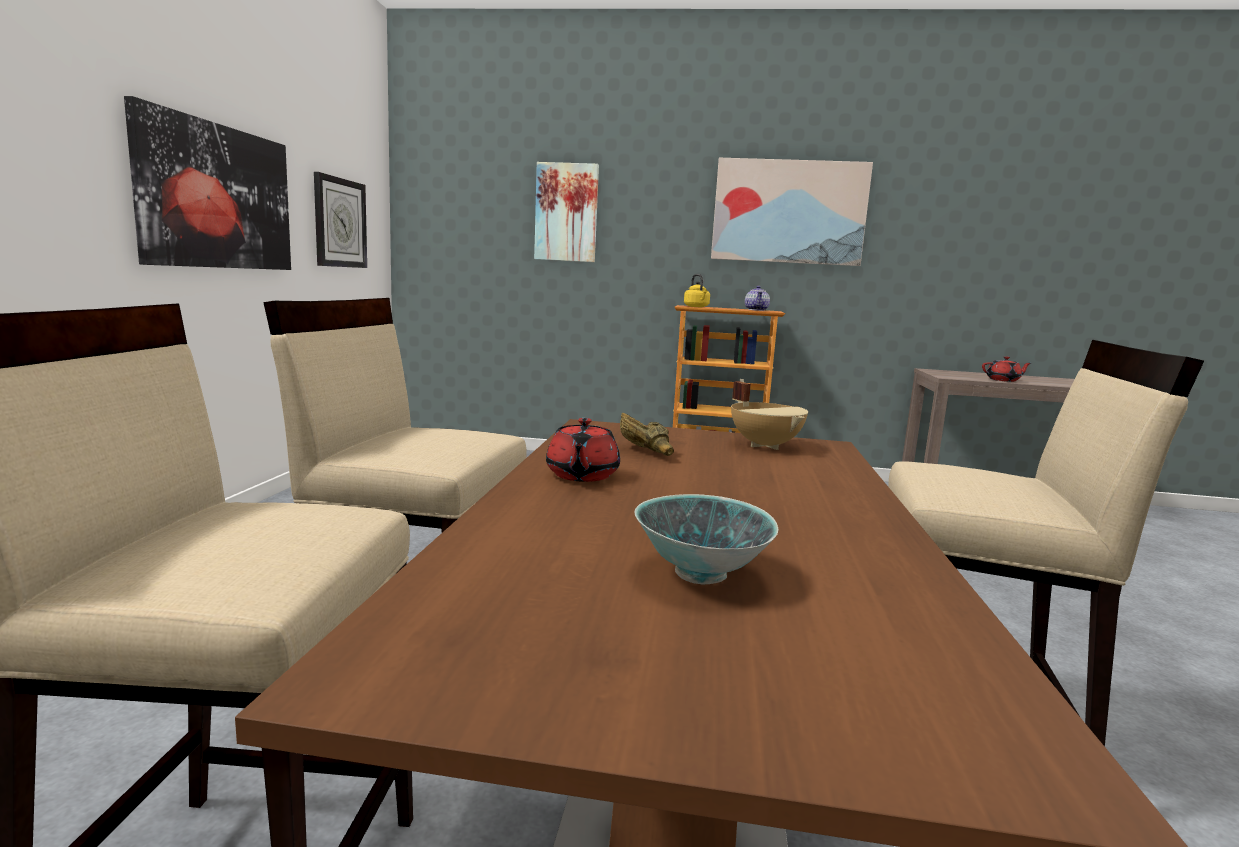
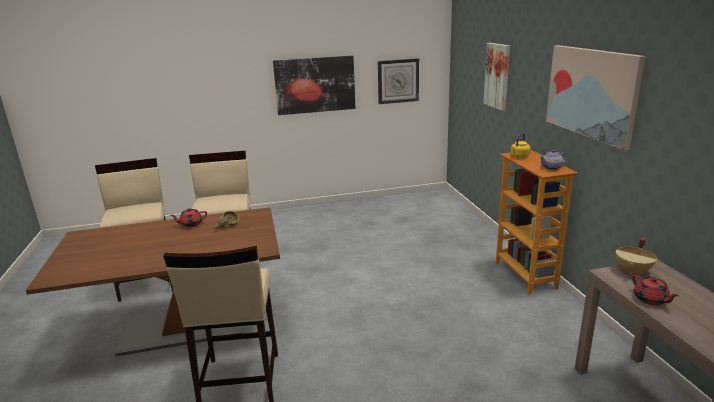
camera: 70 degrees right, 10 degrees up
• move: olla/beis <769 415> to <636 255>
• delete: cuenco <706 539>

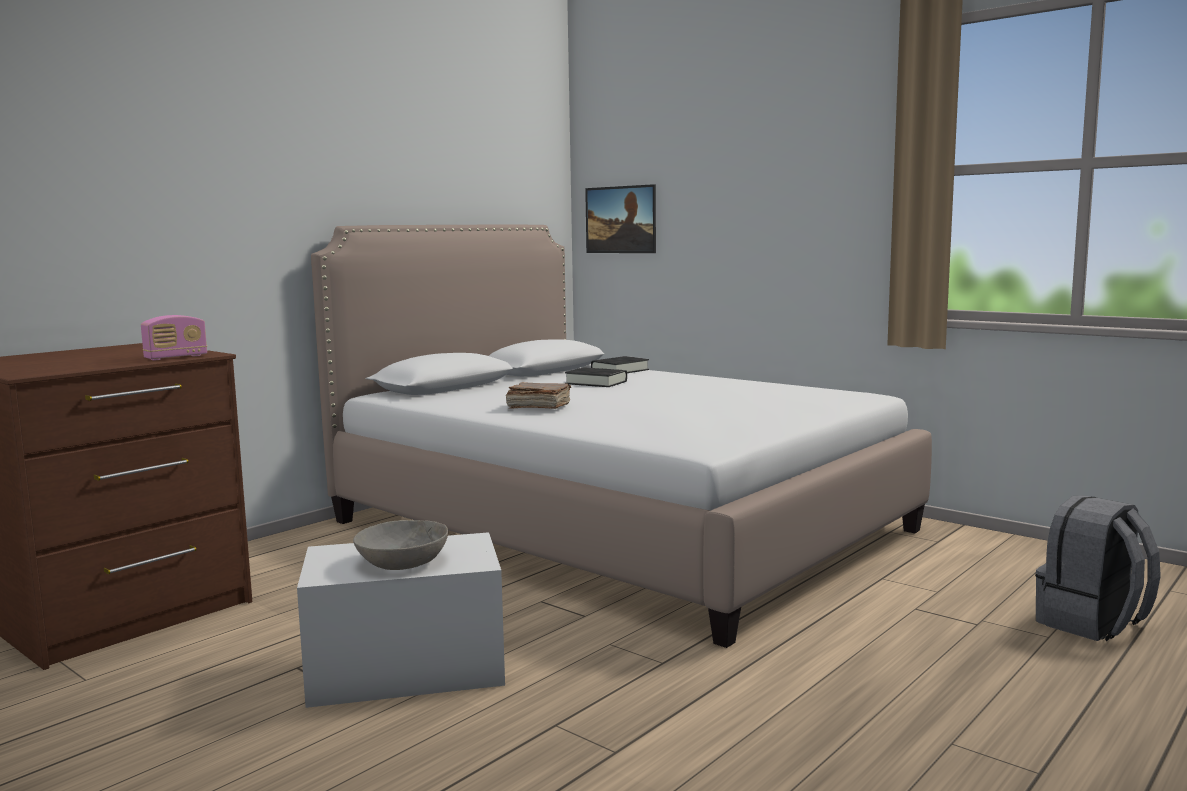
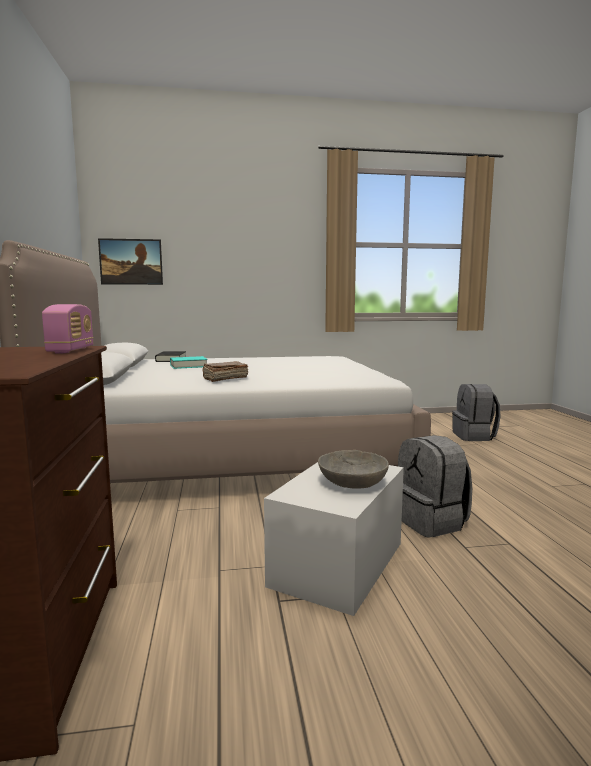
camera: 50 degrees left, 0 degrees up
• recolor: libro/negro <596 377> to libro/turquesa <189 362>
• insert: mochila/gris <435 486>

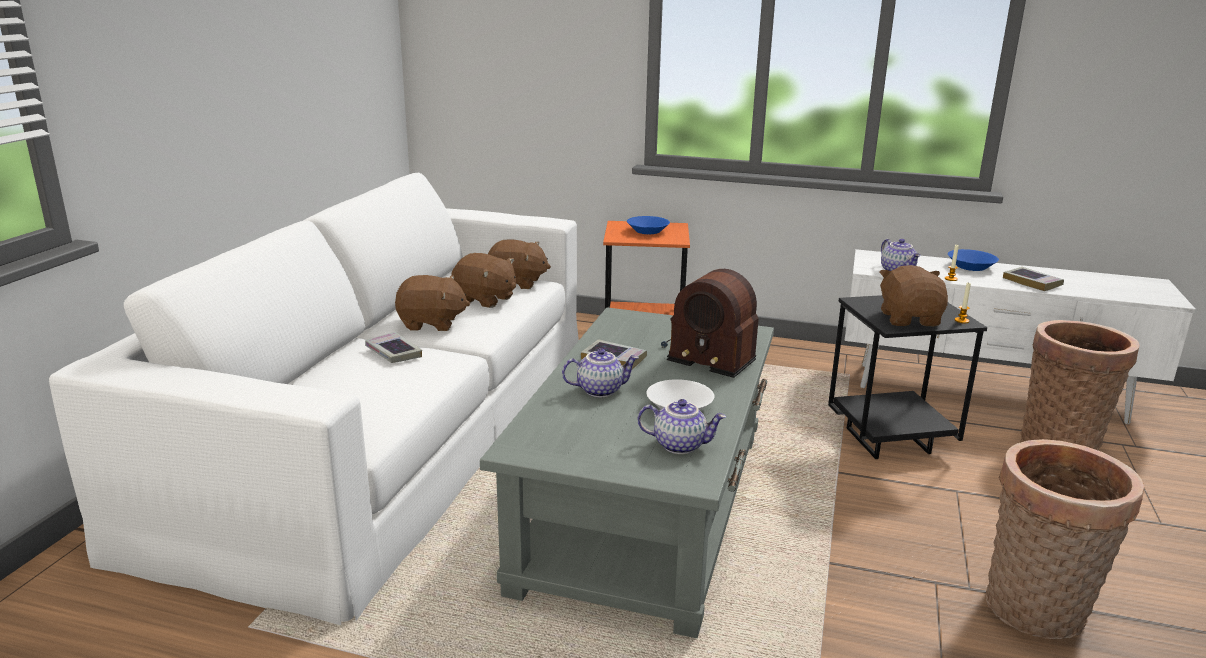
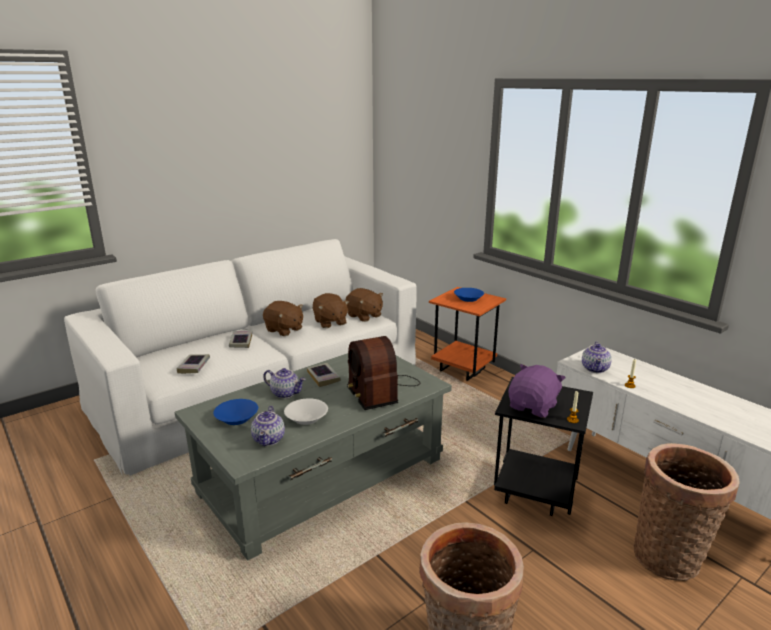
camera: 35 degrees right, 0 degrees up
• move: libro <1033 279> to <193 364>
• move: cuenco/azul <973 260> to <235 412>
• rotate: tetera <682 426> = <268 426> 45 degrees clockwise
• recolor: peluche/marrón <914 296> to peluche/morado <536 391>

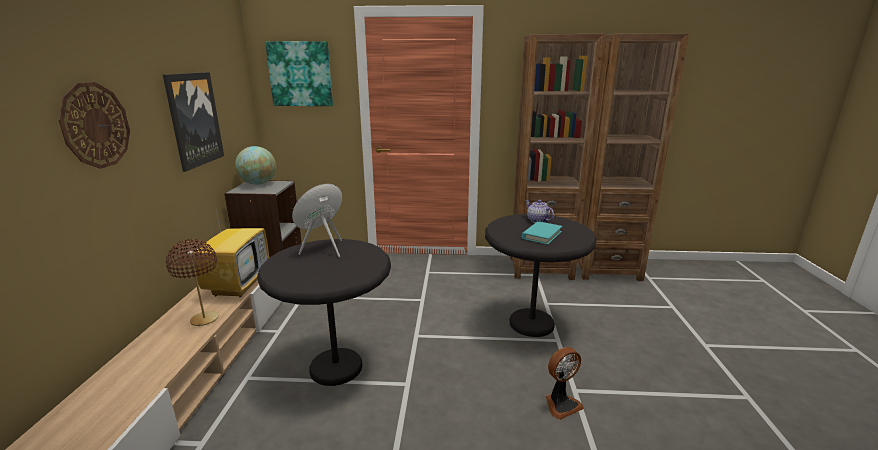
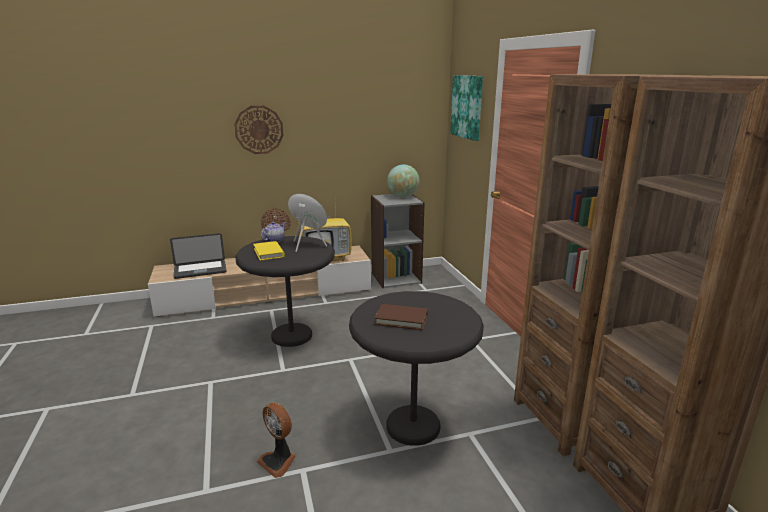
camera: 70 degrees right, 0 degrees up
• insert: portátil <198 256>
• insert: libro/amarillo <269 251>
• move: tetera <539 211> to <273 232>
• recolor: libro/turquesa <541 233> to libro/marrón <401 317>
• delete: cuadro <193 122>

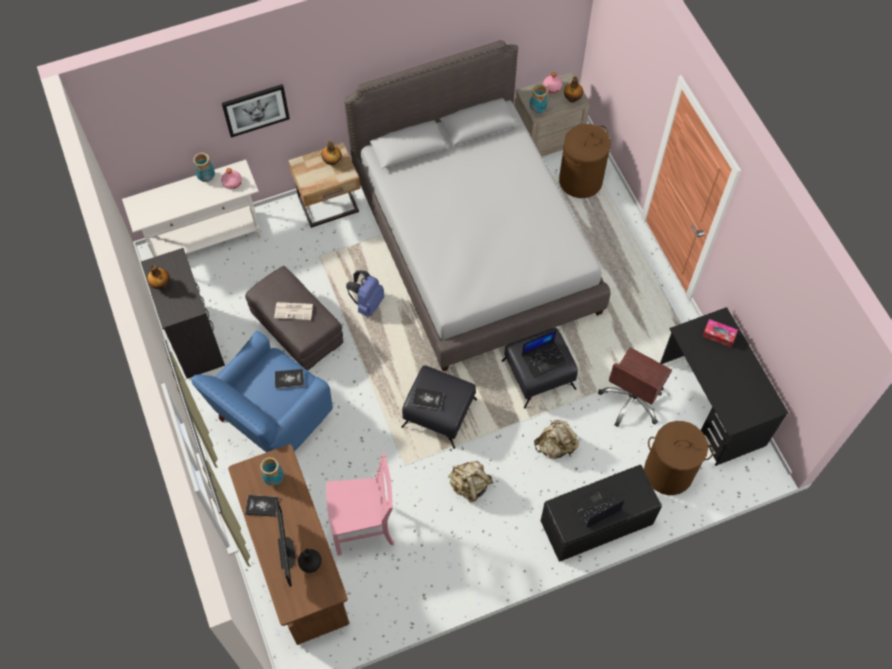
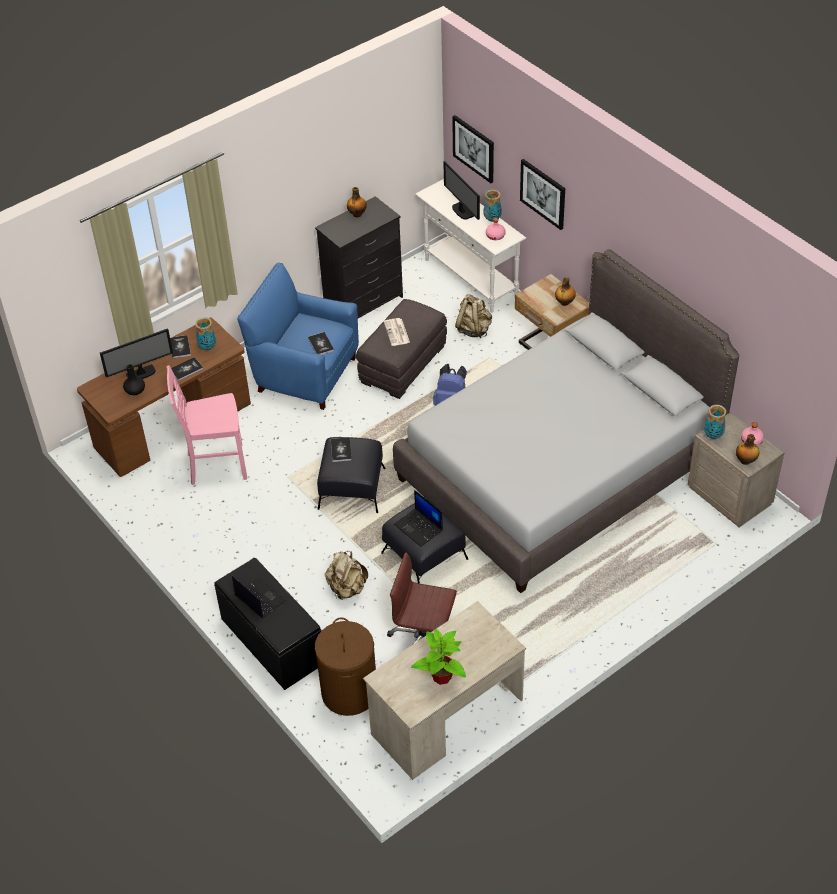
camera: 75 degrees right, 15 degrees down
• rotate: silla/rosa <360 504> = <207 425> 105 degrees clockwise
• insert: libro <187 369>
• recolor: escritorio/negro <724 386> to escritorio/beis <444 690>
• insert: planta en maceta <438 657>
• insert: monitor <461 190>
• insert: cuadro <473 149>
• move: mochila/beis <470 482> to <473 316>
• delete: cesto de la ropa/marrón <585 161>
• delete: caja de pañuelos <720 333>

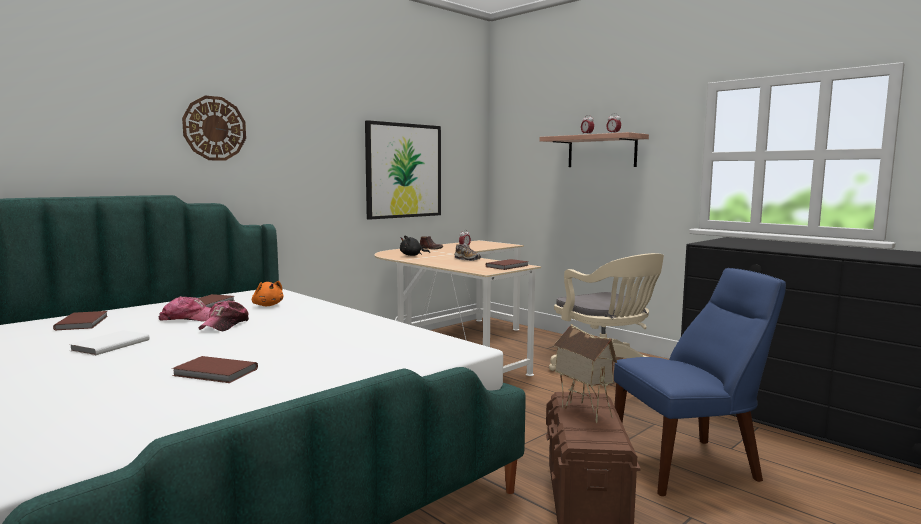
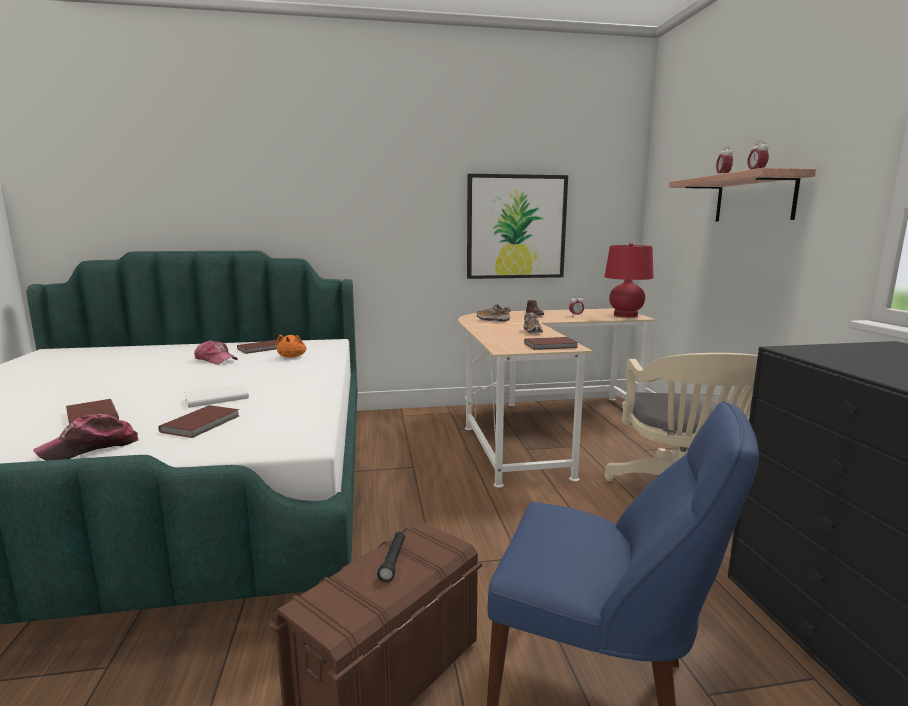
camera: 35 degrees right, 5 degrees up
• move: gorra <223 315> to <86 437>
• move: libro/marrón <80 320> to <198 421>
• move: libro/blanco <109 343> to <216 396>
• replace: casita <585 373> to linterna/negro <391 557>
• replace: peluche/negro <415 245> to zapato <494 313>
• insert: lámpara de mesa/rojo <628 280>
• delete: reloj de pared <214 128>

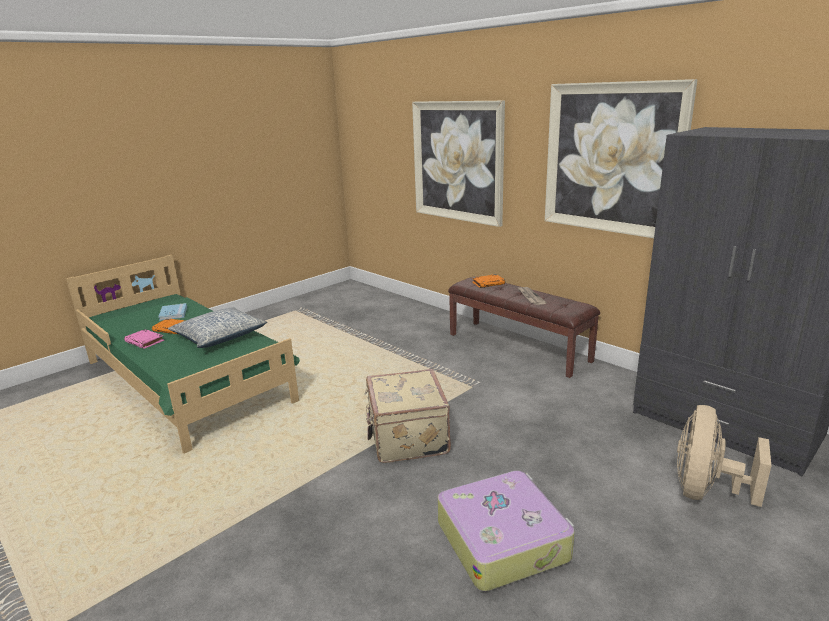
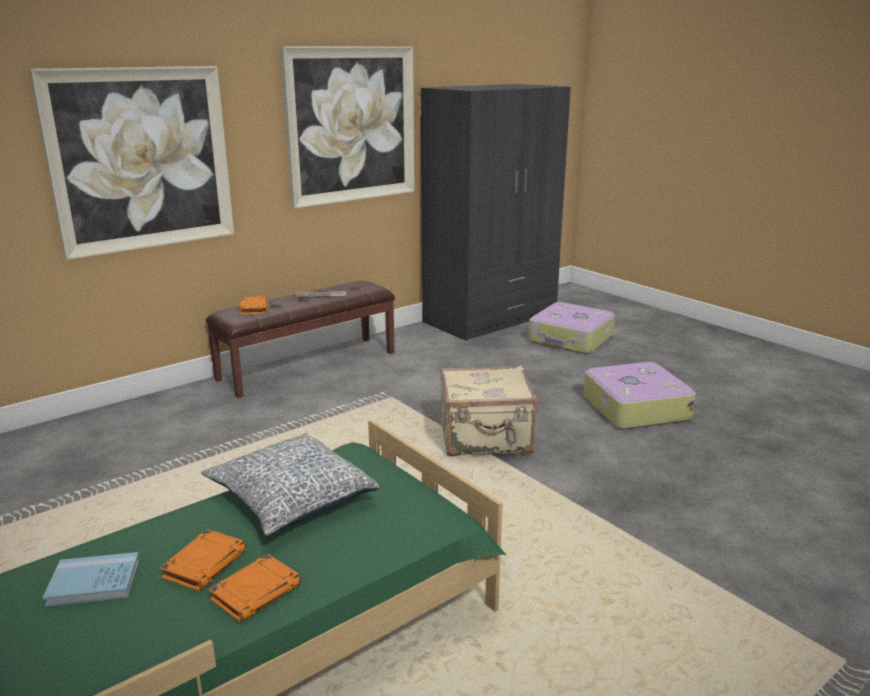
camera: 85 degrees left, 0 degrees up
• recolor: libro/rosa <144 339> to libro/naranja <255 588>
• replace: ventilador/beis <724 456> to maleta <572 328>

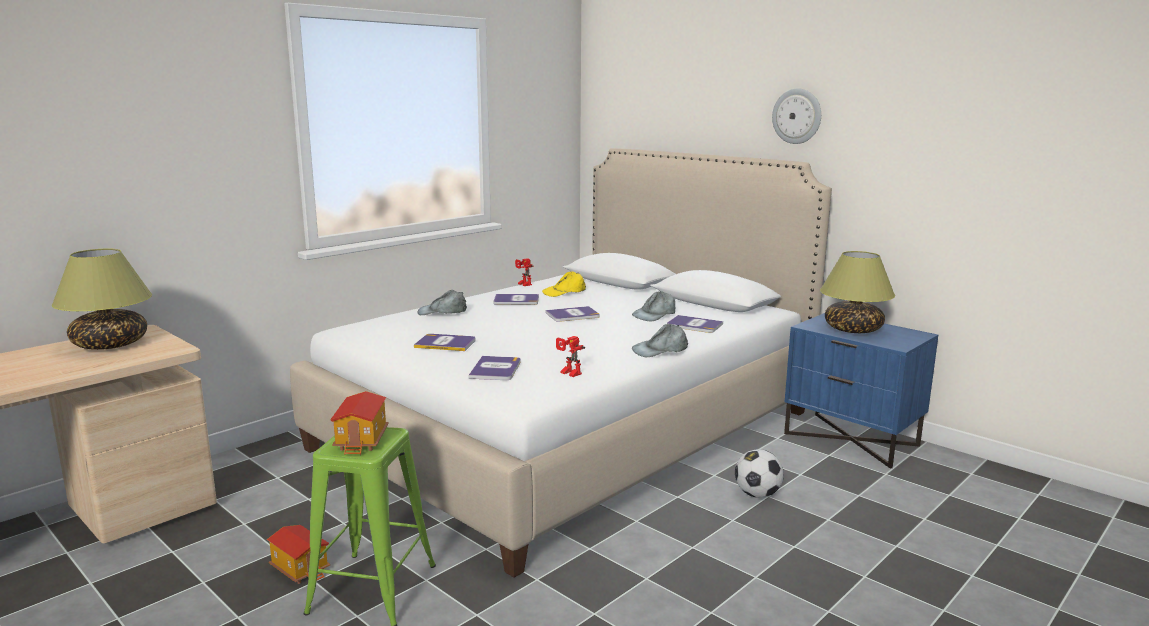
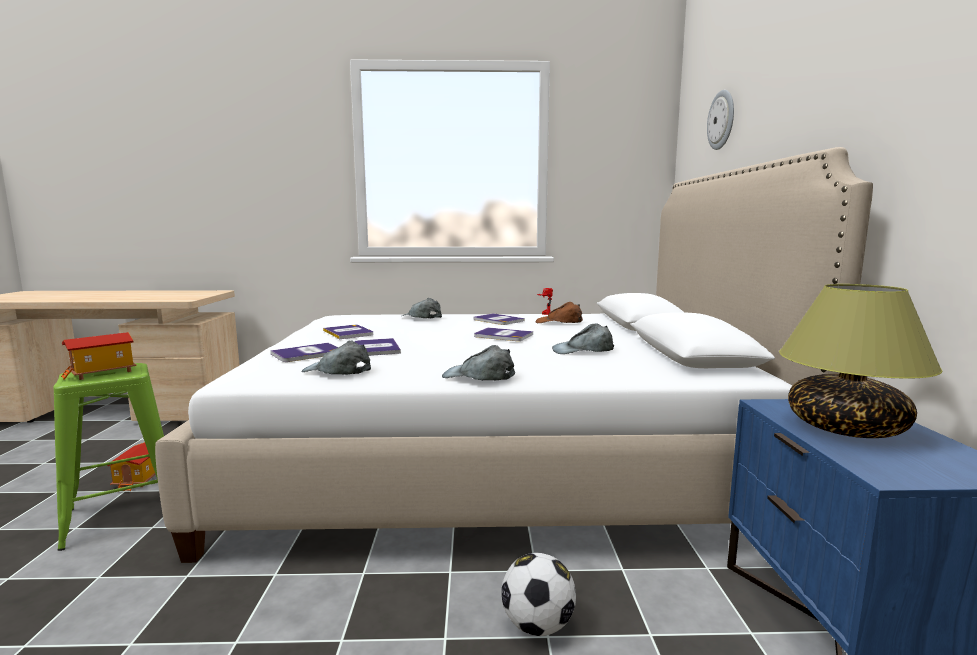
camera: 45 degrees right, 5 degrees down
• replace: robot de juguete <570 356> to gorra/gris <336 357>
• move: libro <695 324> to <378 347>
• recolor: gorra/amarillo <564 284> to gorra/marrón <559 312>
• move: reloj de pared <796 116> to <720 120>
• delete: lámpara de mesa <102 299>

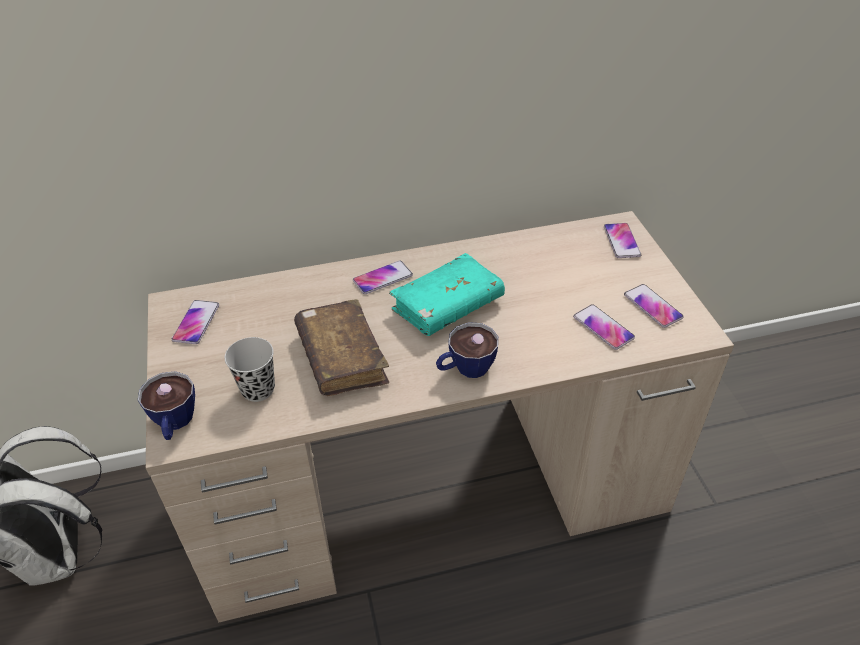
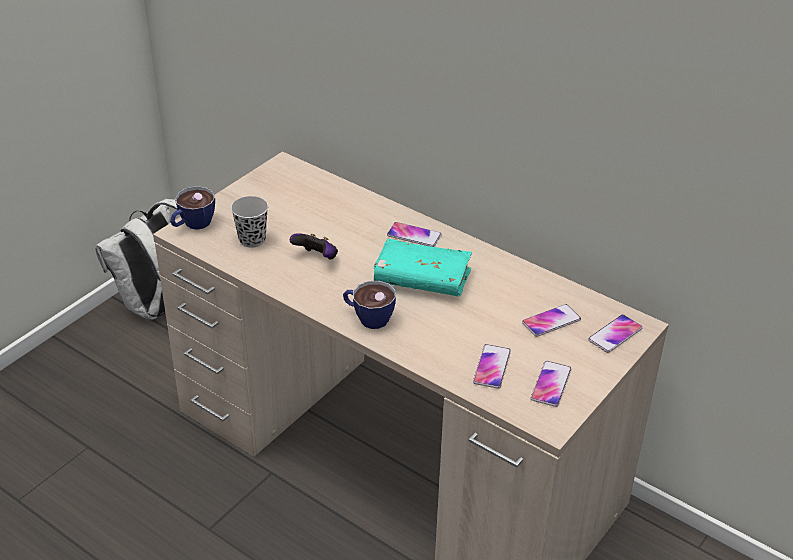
camera: 50 degrees right, 5 degrees down
• replace: libro/marrón <341 347> to mando de consola <314 246>
• move: móvil <195 322> to <551 320>

